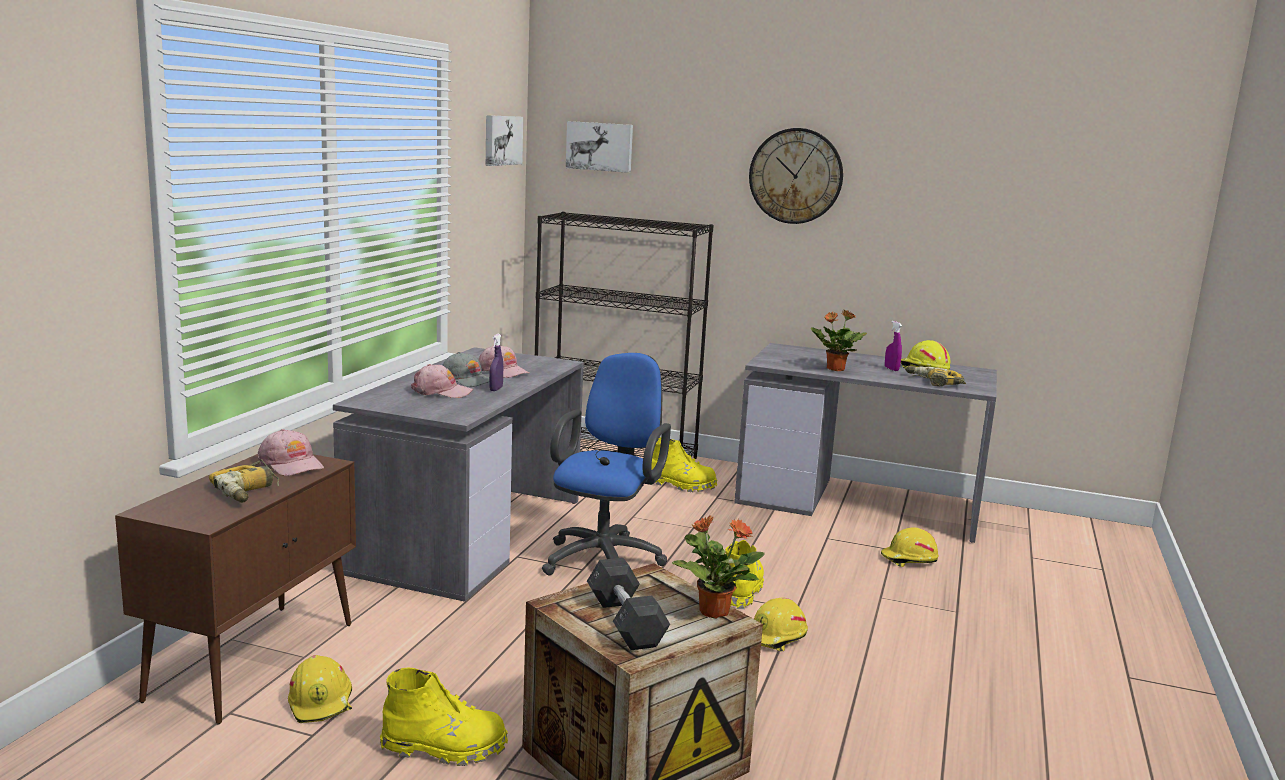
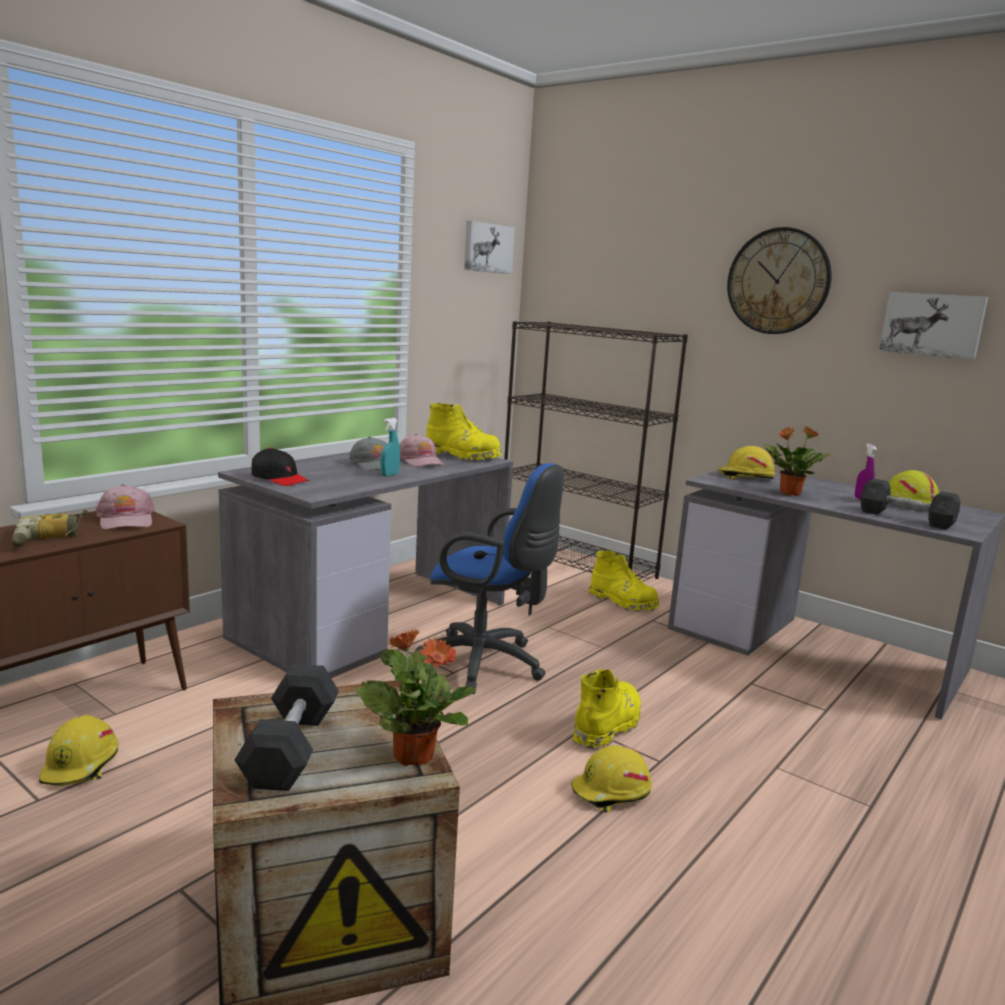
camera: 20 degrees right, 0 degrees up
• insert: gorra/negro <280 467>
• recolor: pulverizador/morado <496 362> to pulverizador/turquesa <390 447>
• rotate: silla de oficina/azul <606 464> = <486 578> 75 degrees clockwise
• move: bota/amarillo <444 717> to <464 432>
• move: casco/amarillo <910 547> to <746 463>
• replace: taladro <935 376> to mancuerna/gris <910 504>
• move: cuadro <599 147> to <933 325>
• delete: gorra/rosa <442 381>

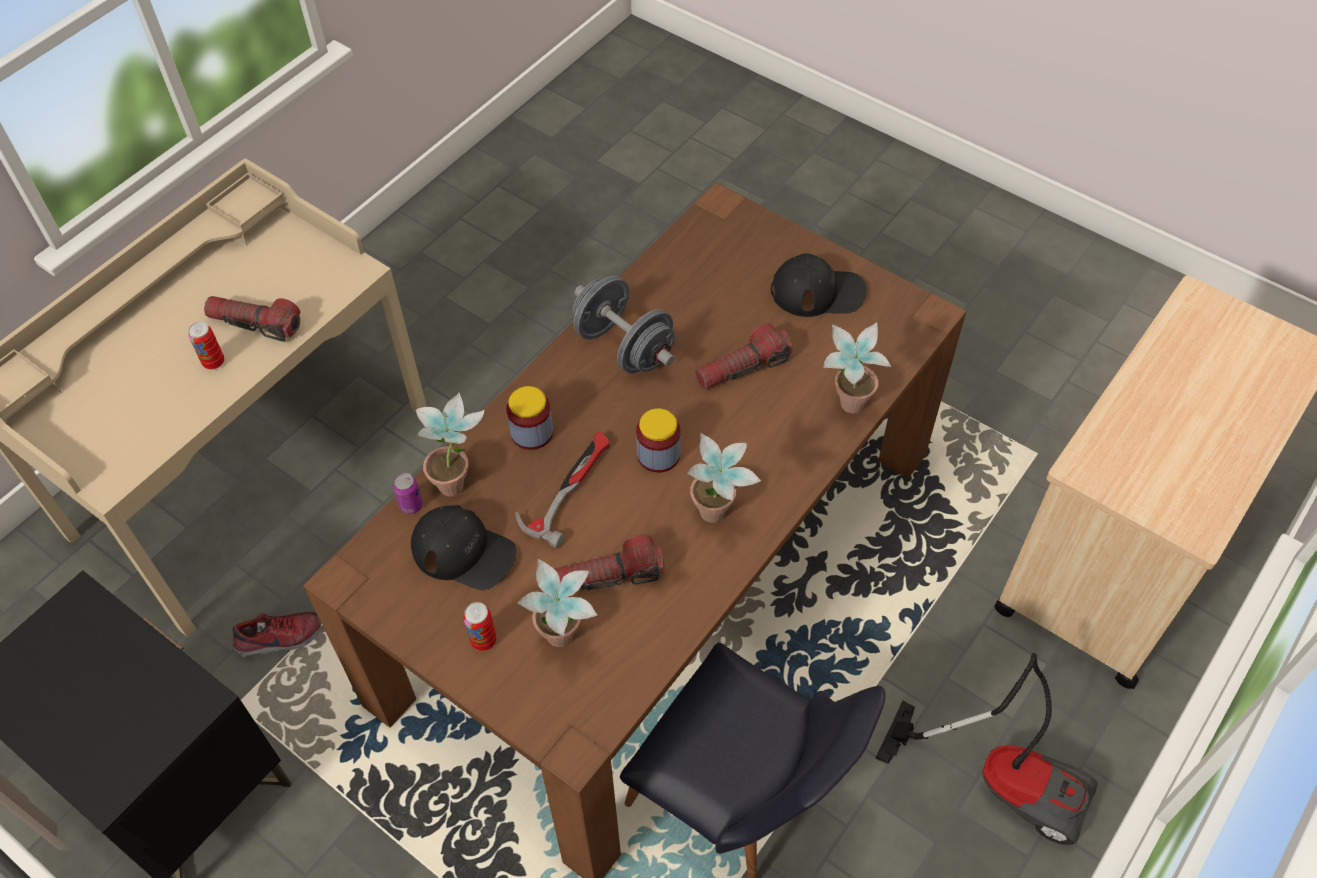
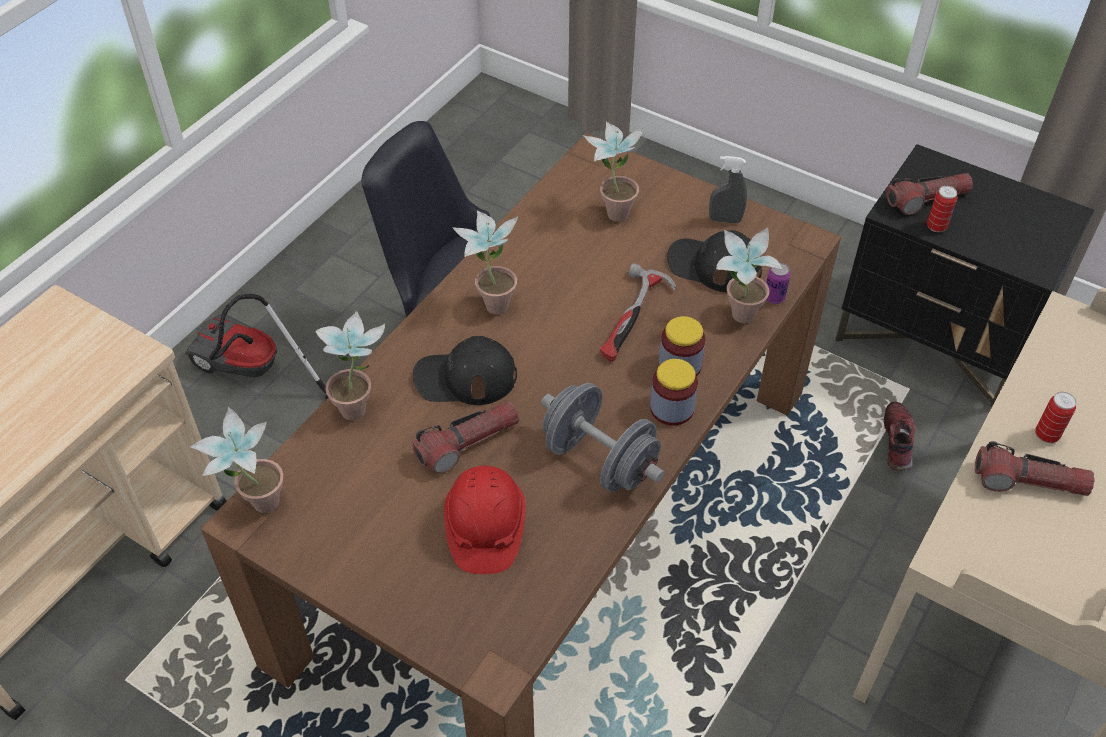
camera: 175 degrees right, 5 degrees down
• insert: planta en maceta <236 460>
• move: gorra/negro <819 285> to <465 370>
• insert: casco/rojo <485 519>
• move: tarro <658 440> to <674 392>
• insert: pulverizador/gris <728 190>
• rotate: zapato <277 634> = <899 436> 120 degrees clockwise
• move: linterna <609 562> to <929 194>
• move: lata <479 626> to <942 209>

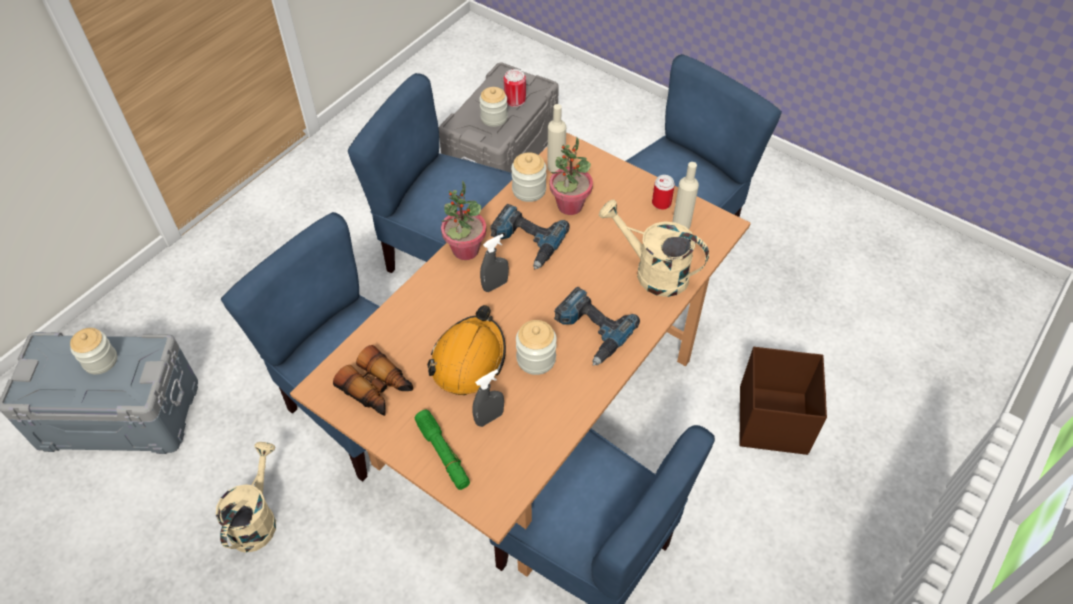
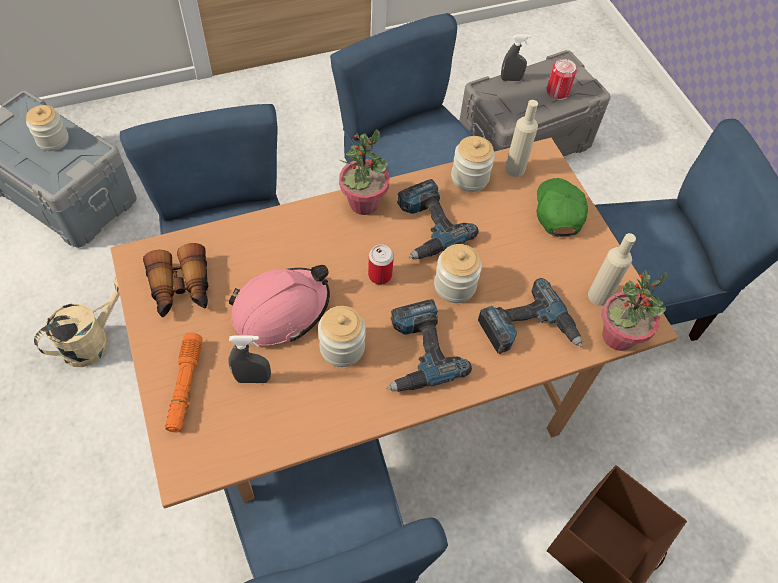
camera: 30 degrees right, 5 degrees up
• recolor: linterna/verde <442 450> to linterna/naranja <184 383>
• recolor: casco/naranja <466 350> to casco/rosa <279 305>
• move: lata <663 192> to <381 264>
• move: tarro <493 107> to <458 273>
• replace: regadera/beis <654 248> to taladro <530 316>
• move: pulverizador/gris <494 263> to <516 57>
• insert: gorra/verde <562 207>
• move: planta en maceta <571 176> to <634 310>

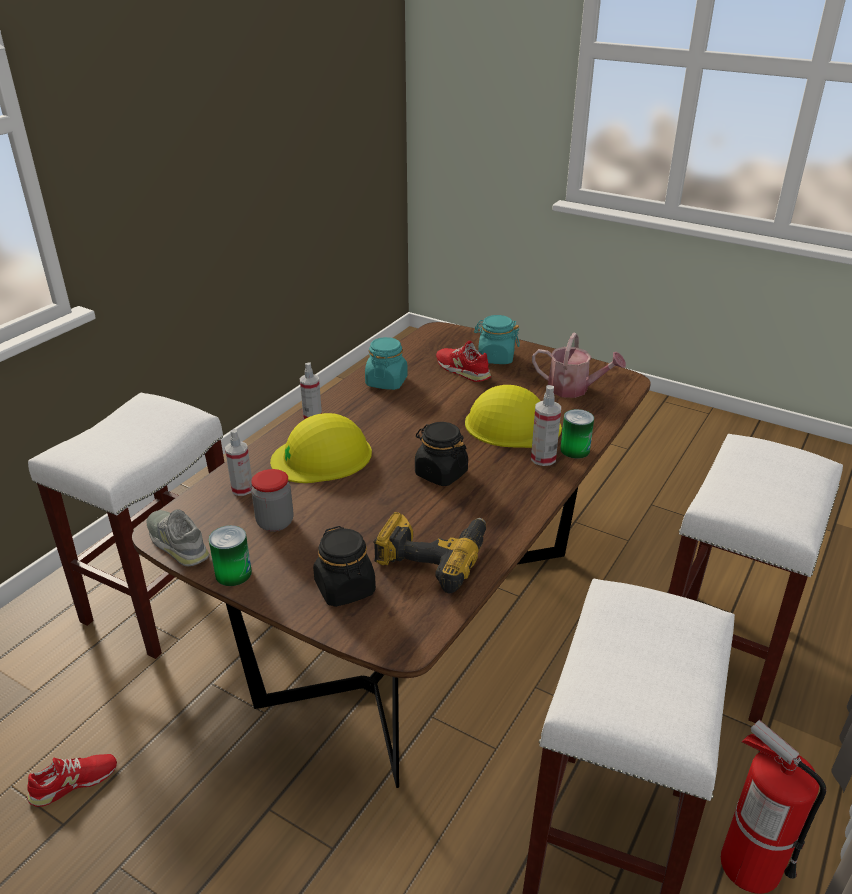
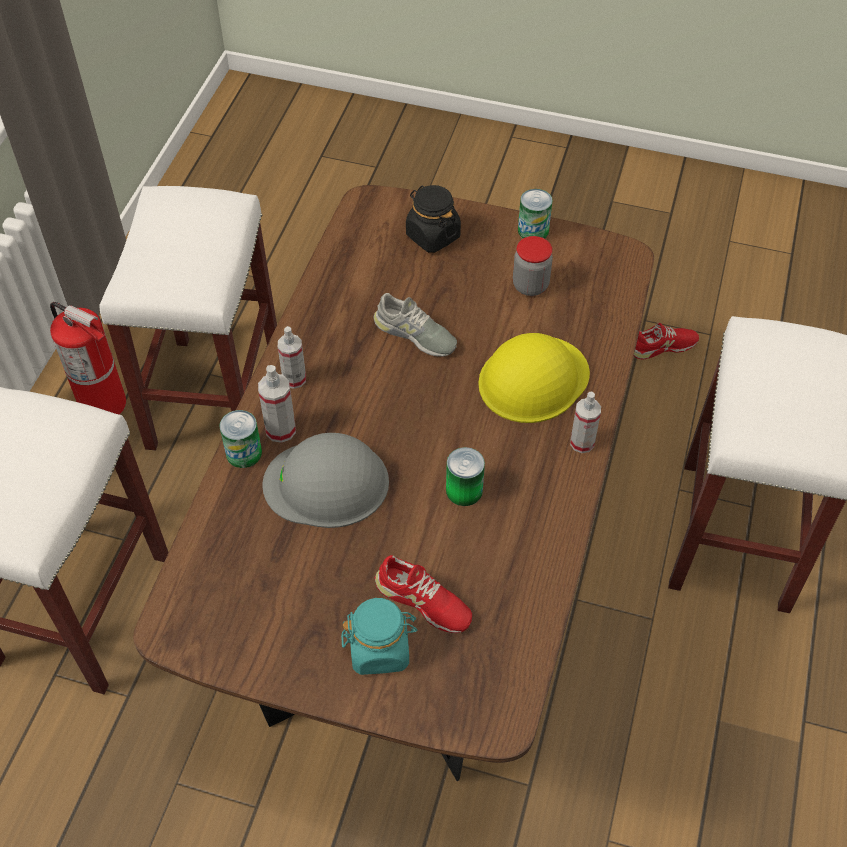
camera: 165 degrees right, 20 degrees up
• recolor: casco/amarillo <513 416> to casco/gris <326 480>
• move: pulverizador <239 462> to <292 357>
• move: zapato/gris <178 538> to <415 325>
• insert: lata <465 476>
• rotate: zapato/rojo <72 780> = <666 341> 150 degrees counterclockwise
• delete: tarro/turquesa <386 363>
• delete: taladro <430 552>
• delete: tarro/negro <441 454>
• delete: regadera <579 365>

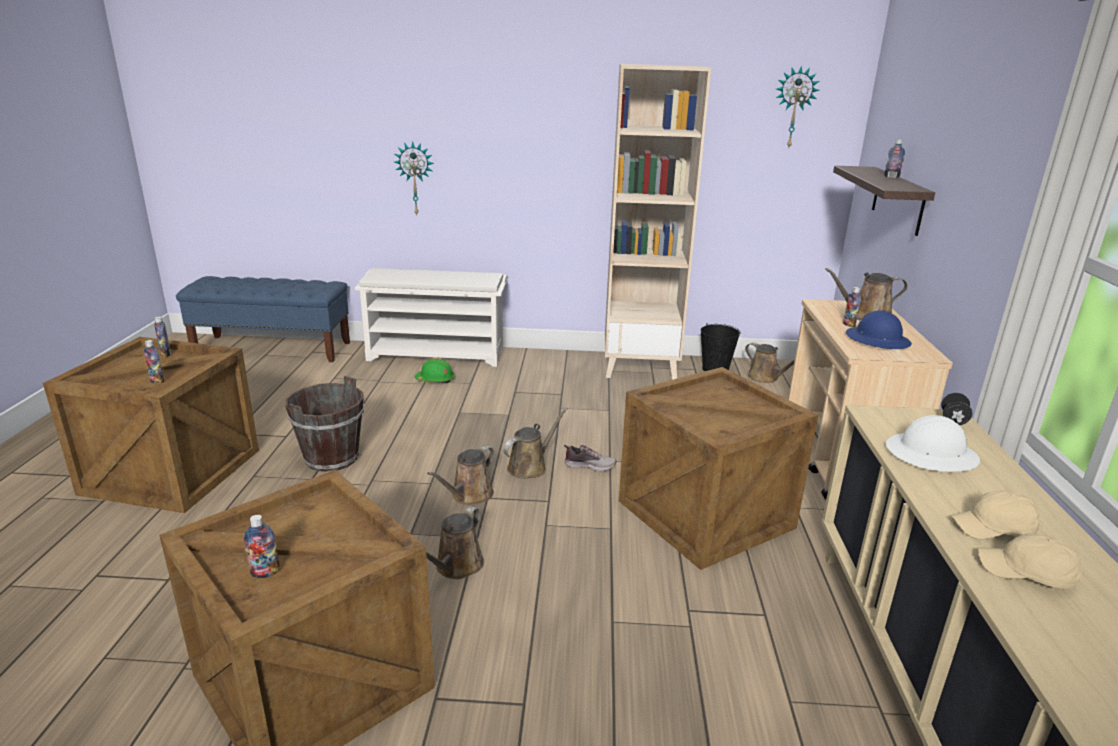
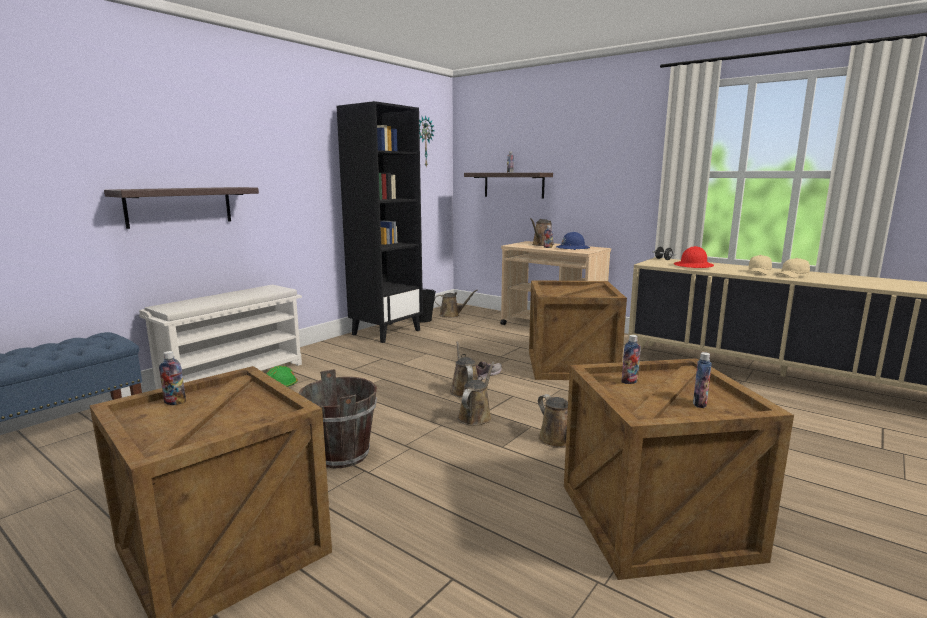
camera: 55 degrees left, 10 degrees down
• replace: reloj de pared <414 179> to estante <181 208>
• recolor: estantería/beis <658 222> to estantería/negro <380 222>
• rotate: regadera/marrón <461 475> = <476 393> 135 degrees counterclockwise
• move: botella <153 362> to <631 359>
• recolor: casco/blanco <933 443> to casco/rojo <694 257>

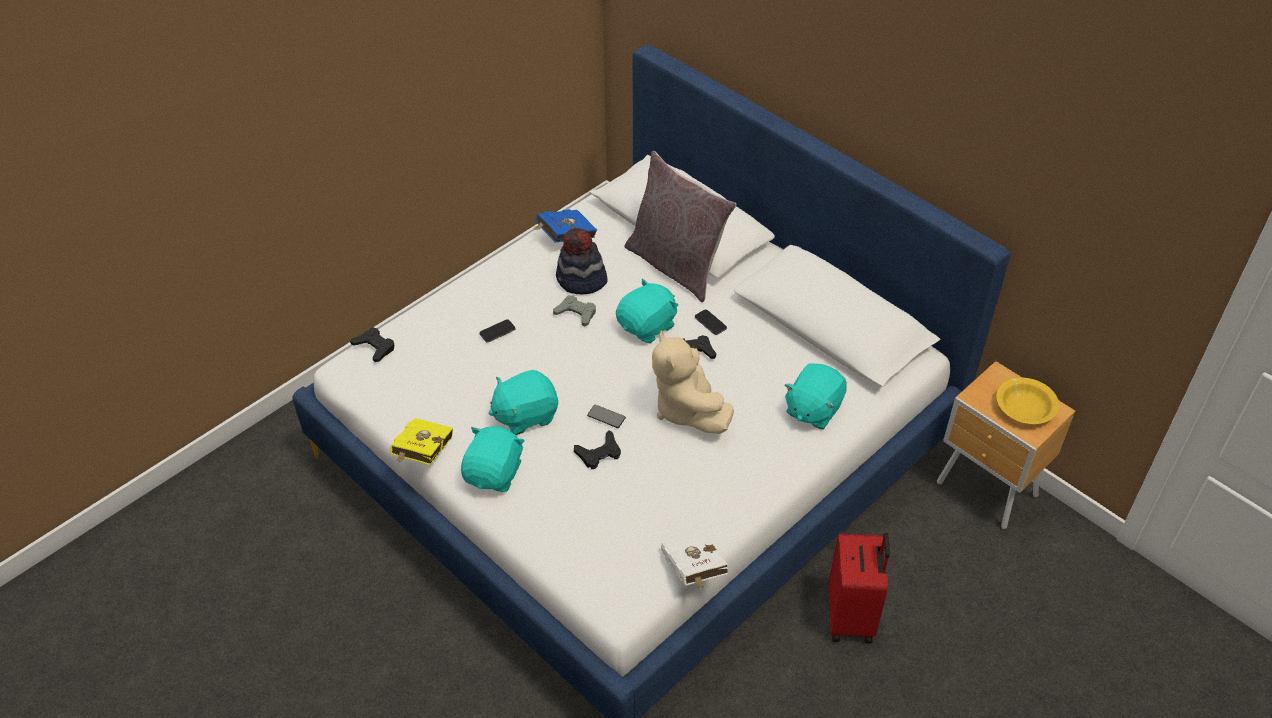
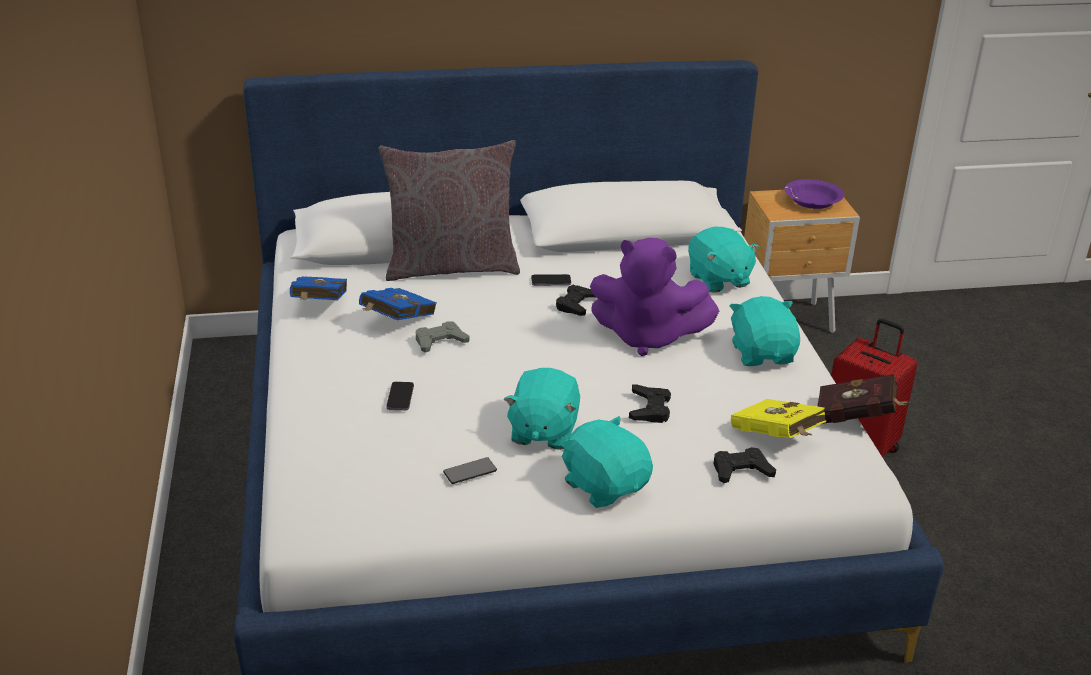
camera: 55 degrees left, 15 degrees down
• replace: sombrero <582 261> to libro/azul <398 304>
• move: móvil <606 416> to <470 470>
• recolor: peluche/beis <693 382> to peluche/morado <654 297>
• move: mando de consola/negro <372 344> to <745 465>
• move: peluche/turquesa <647 310> to <765 331>
• move: libro/amarillo <421 441> to <778 418>
• recolor: cuenco/amarillo <1027 401> to cuenco/morado <814 194>
• recolor: libro/blanco <694 560> to libro/rojo <863 399>

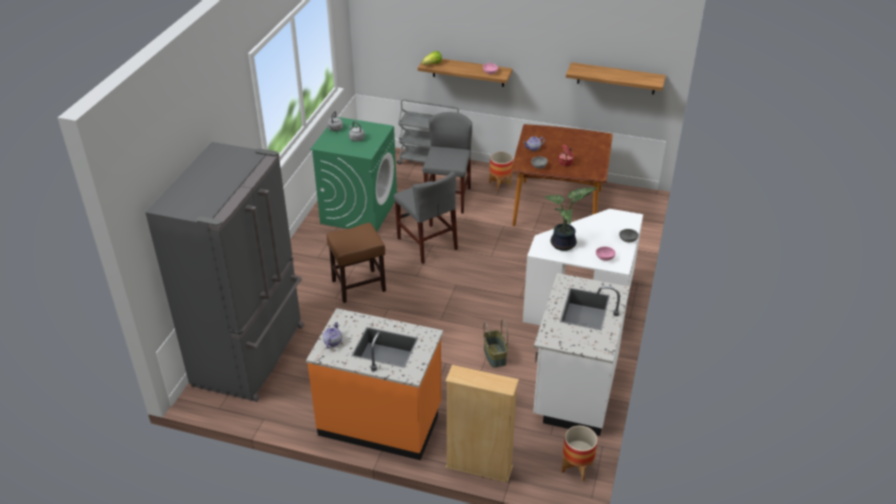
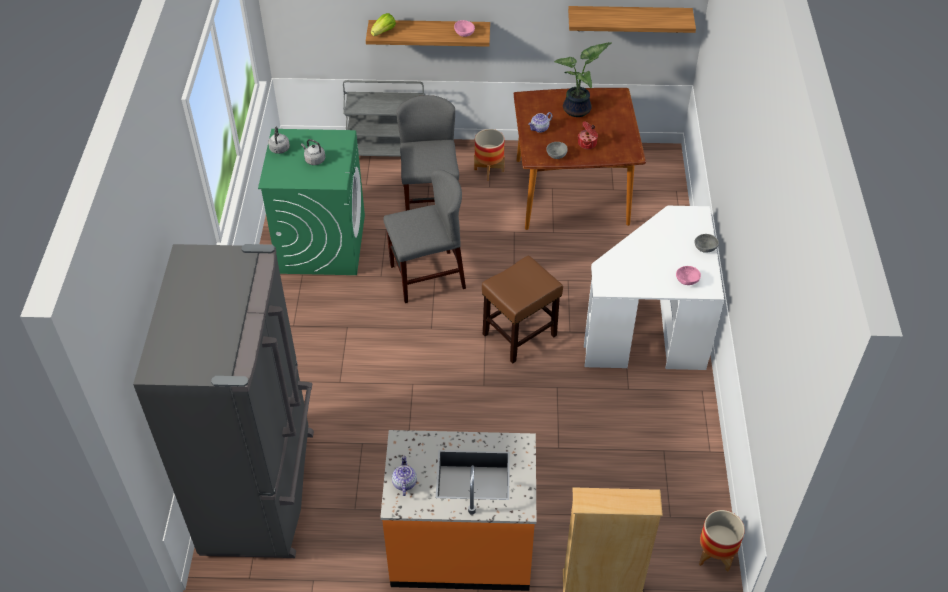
camera: 15 degrees left, 10 degrees up
• rotate: silla/gris <426 217> = <424 236> 60 degrees counterclockwise
• move: taburete/marrón <356 263> to <522 309>
• move: planta en maceta <571 219> to <582 79>
• delete: cesta <496 343>
• delete: mueble bajo de cocina/blanco <581 354>

